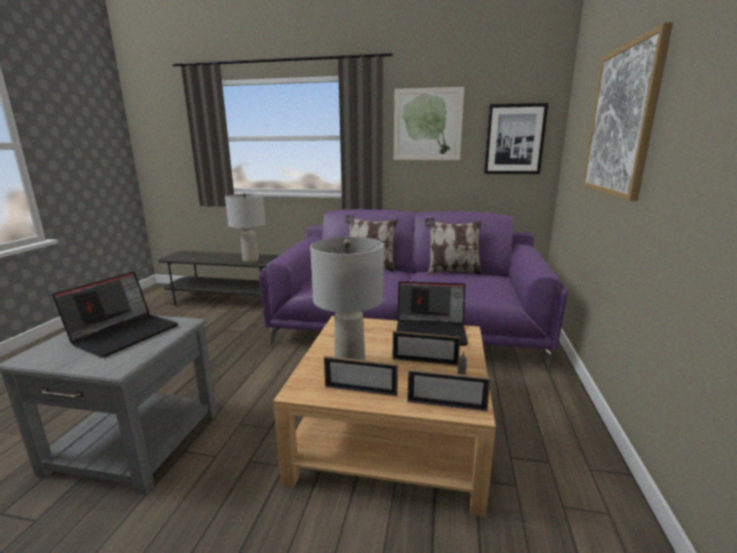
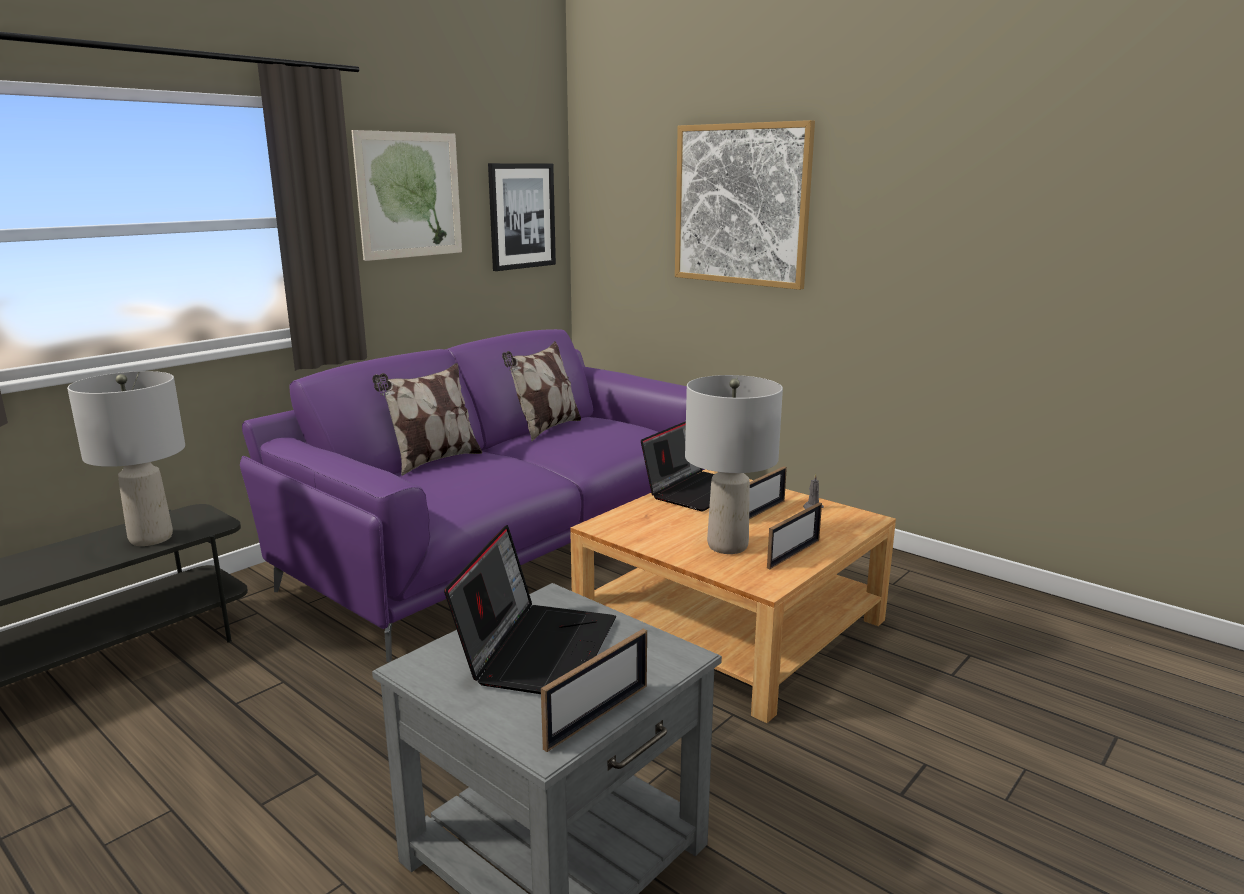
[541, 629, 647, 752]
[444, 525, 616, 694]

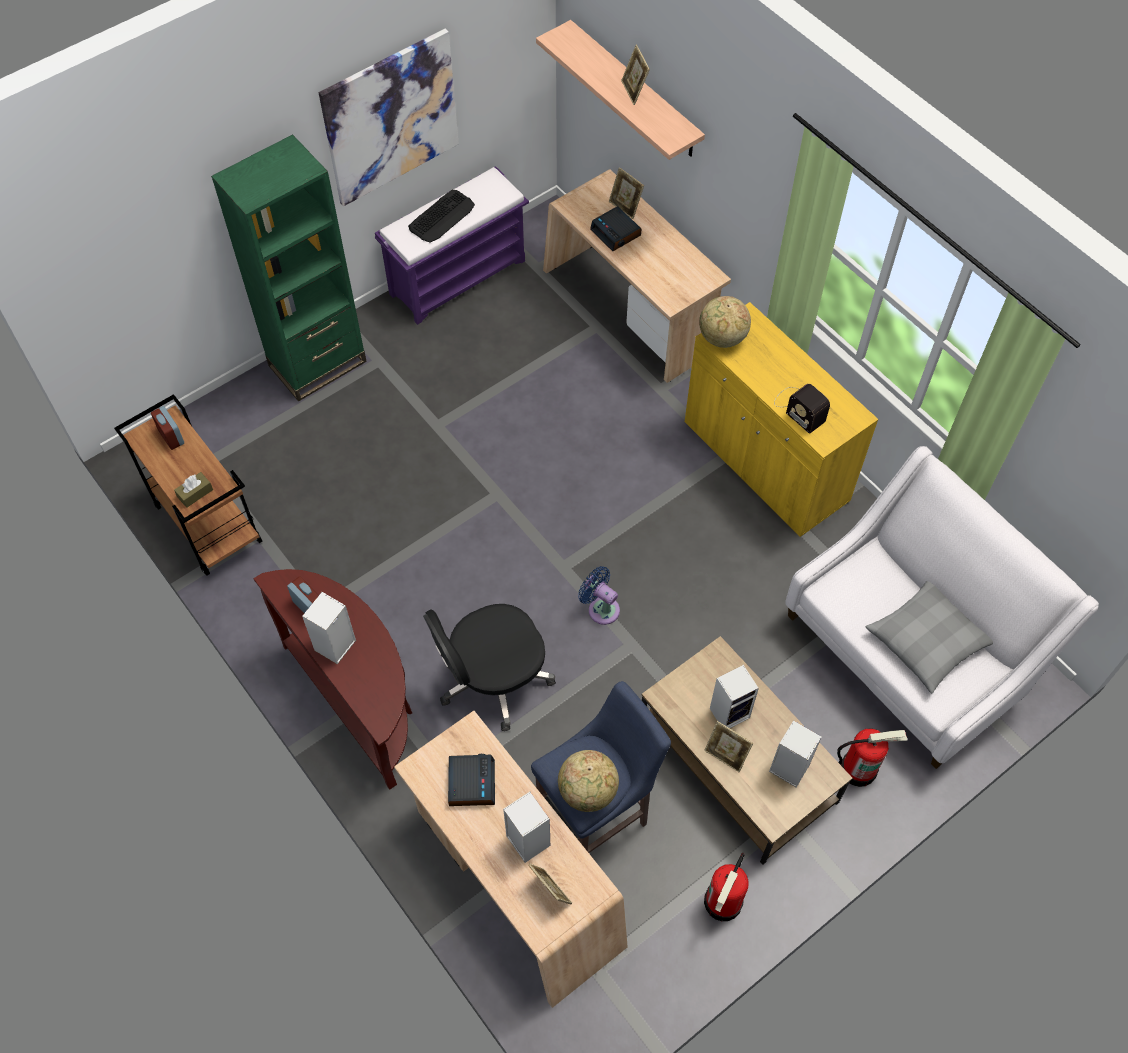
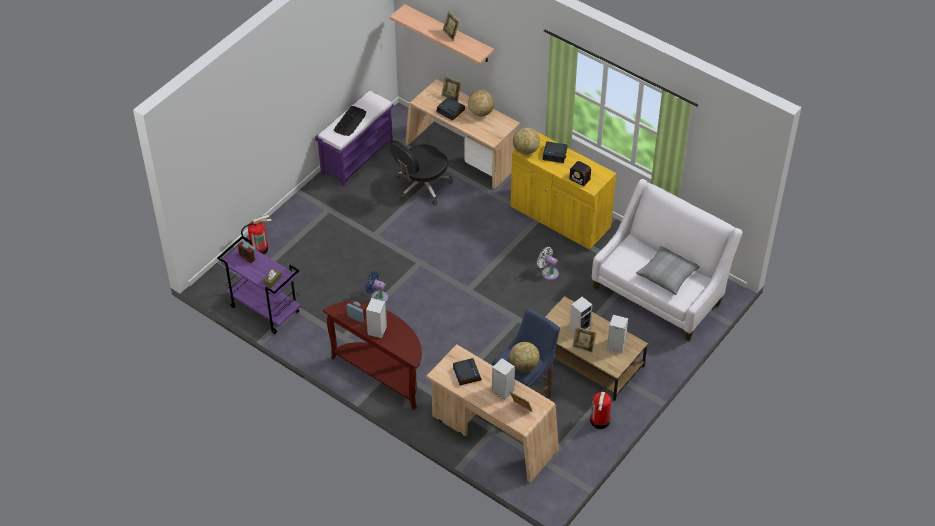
[211, 134, 367, 402] (first image)
[319, 29, 459, 206] (first image)
[468, 90, 494, 117]
[537, 247, 559, 280]
[543, 141, 568, 163]
[390, 140, 453, 205]
[365, 271, 388, 302]
[241, 215, 272, 255]
[217, 236, 301, 334]

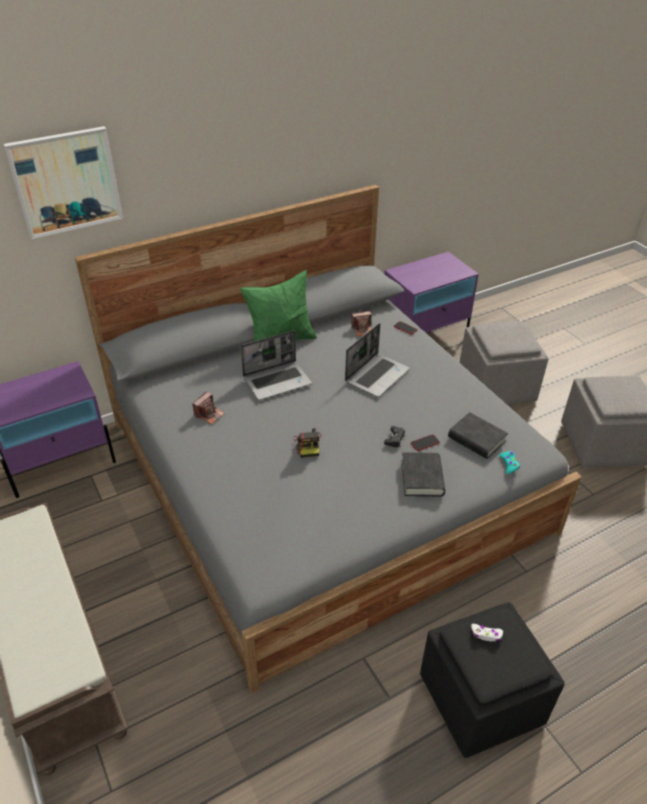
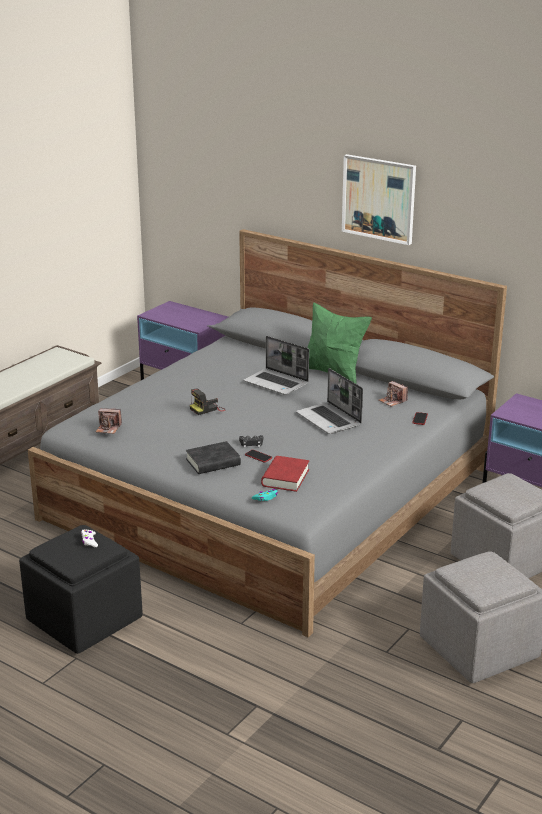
[342, 154, 416, 245]
[96, 408, 122, 434]
[261, 456, 309, 492]
[296, 368, 363, 434]

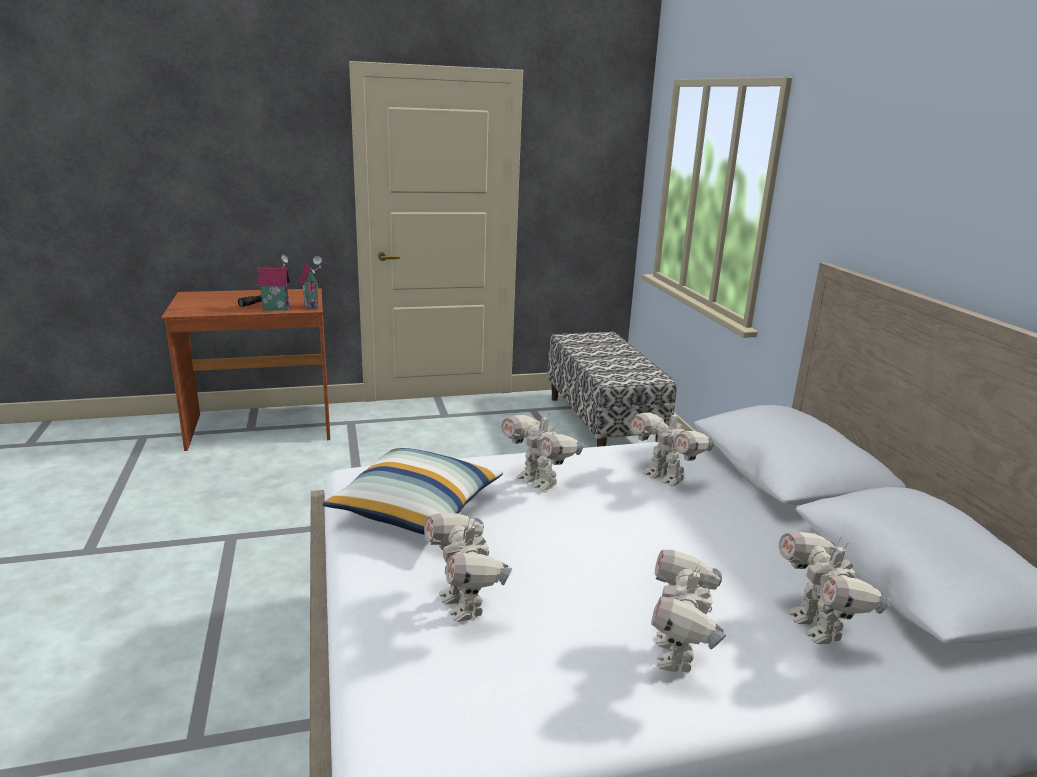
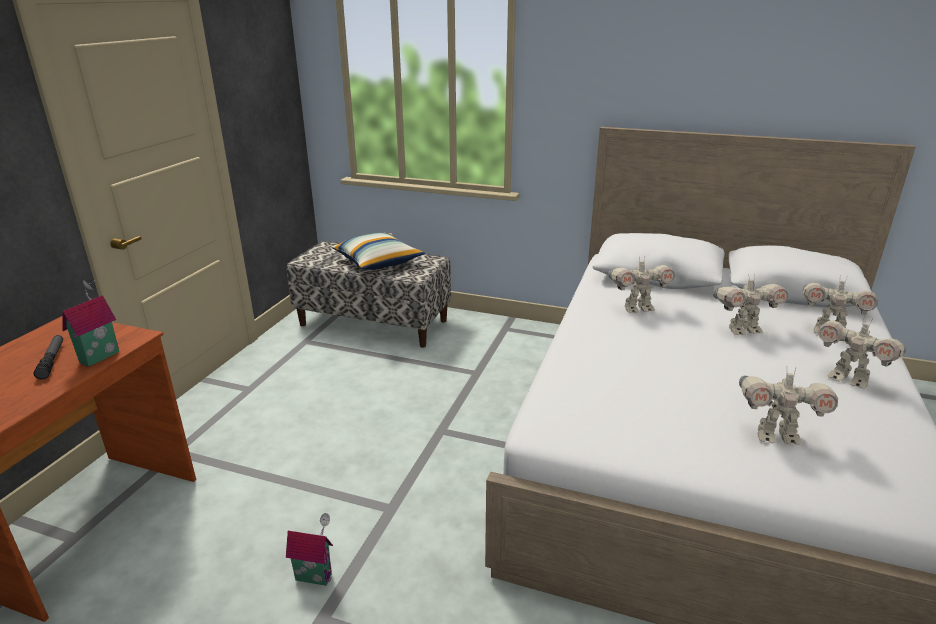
[286, 513, 333, 586]
[331, 233, 425, 270]
[713, 274, 788, 335]

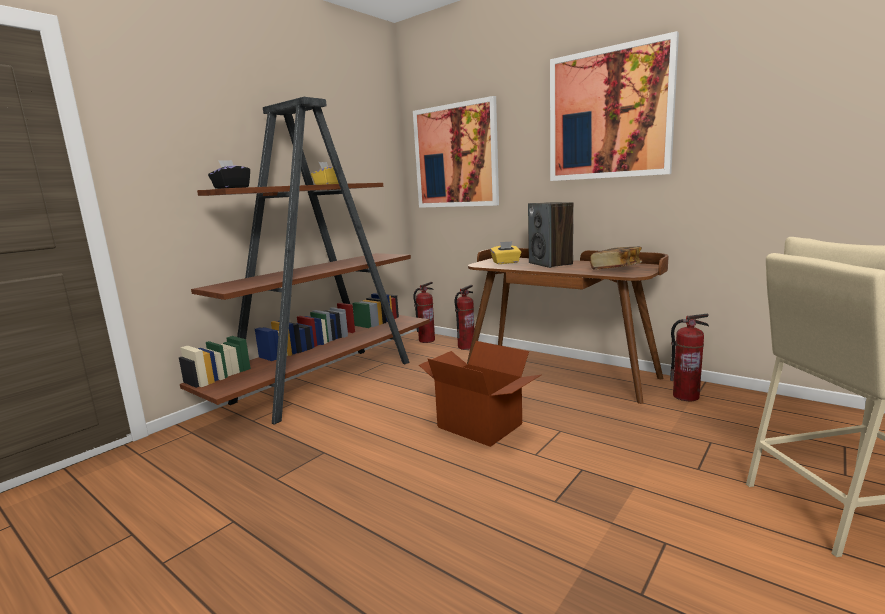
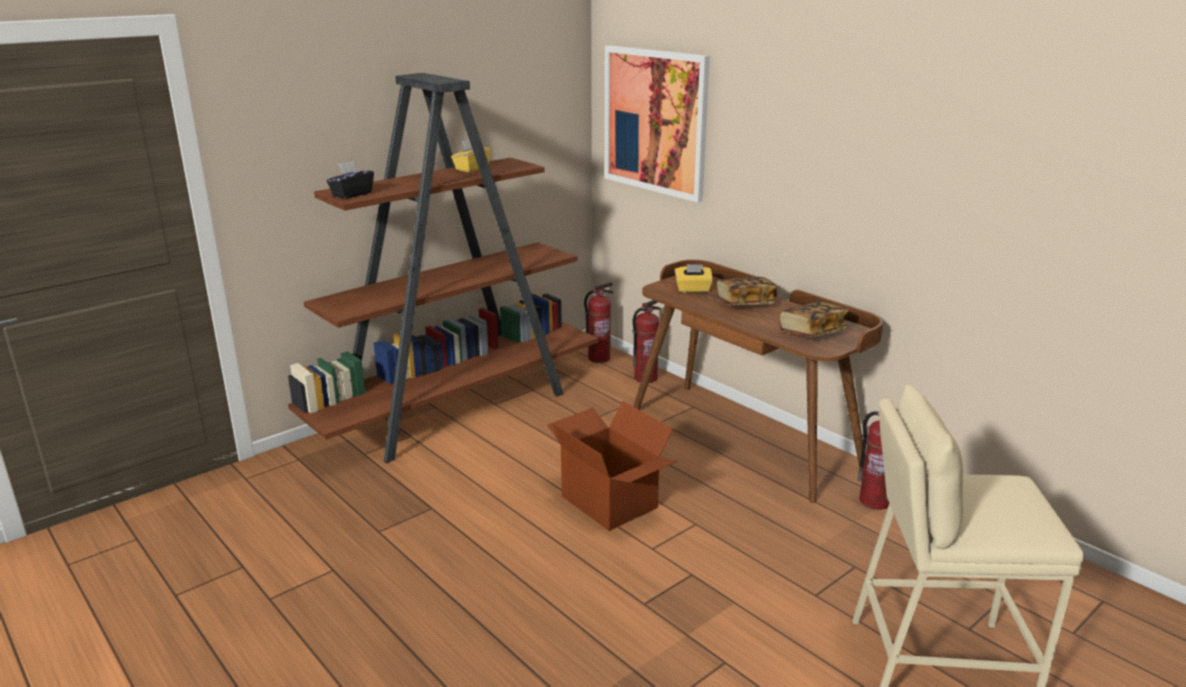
[550, 31, 679, 181] (first image)
[717, 277, 777, 305]

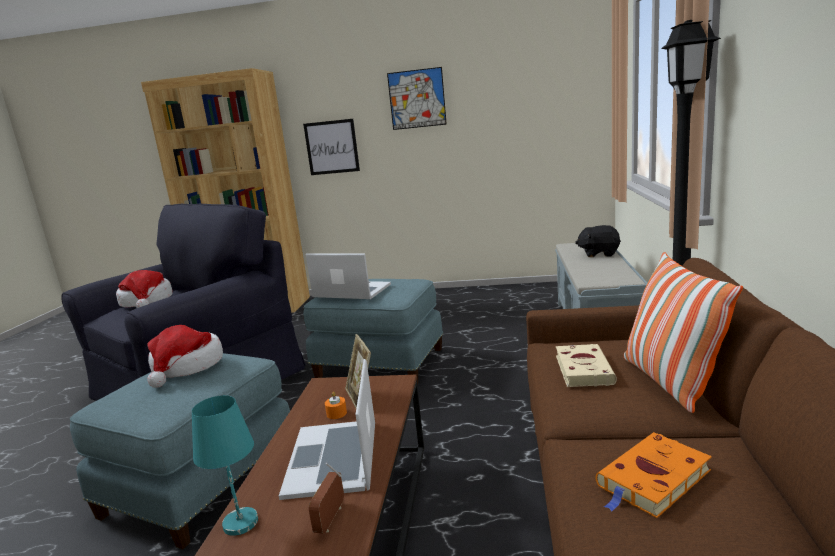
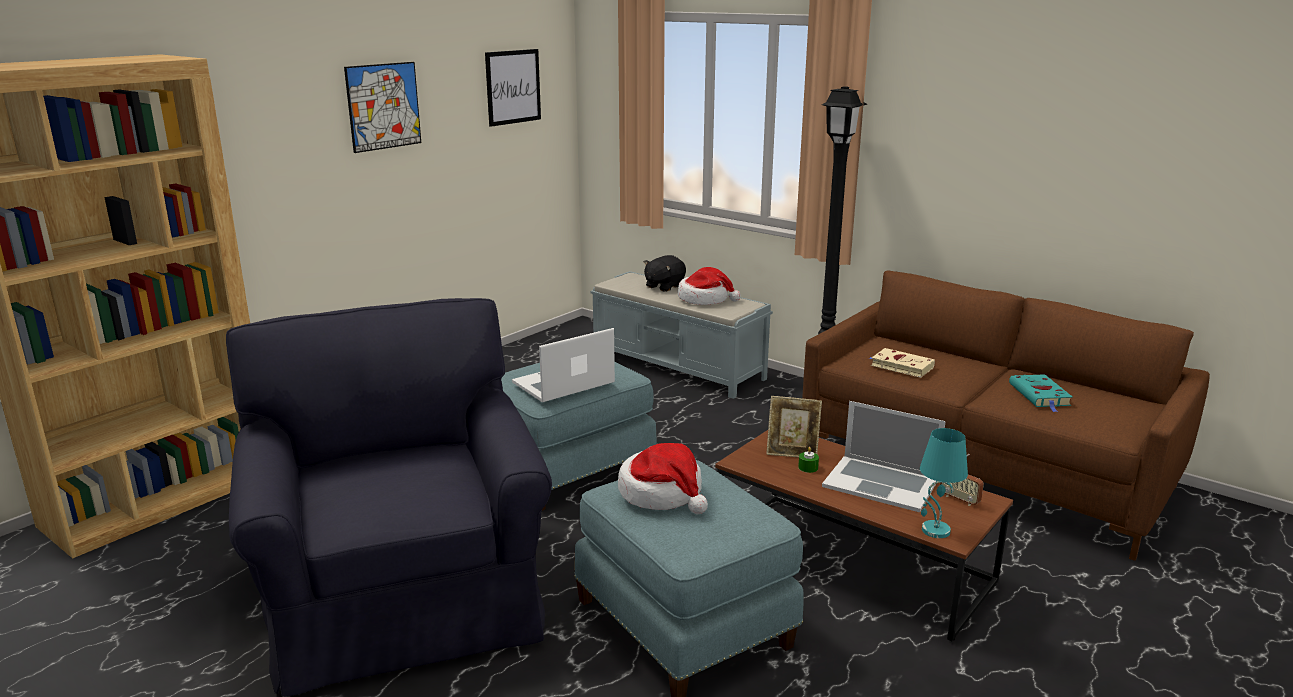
[624, 252, 743, 413] (first image)
[678, 267, 741, 305]
[485, 49, 541, 127]
[798, 447, 819, 473]
[1009, 374, 1073, 412]

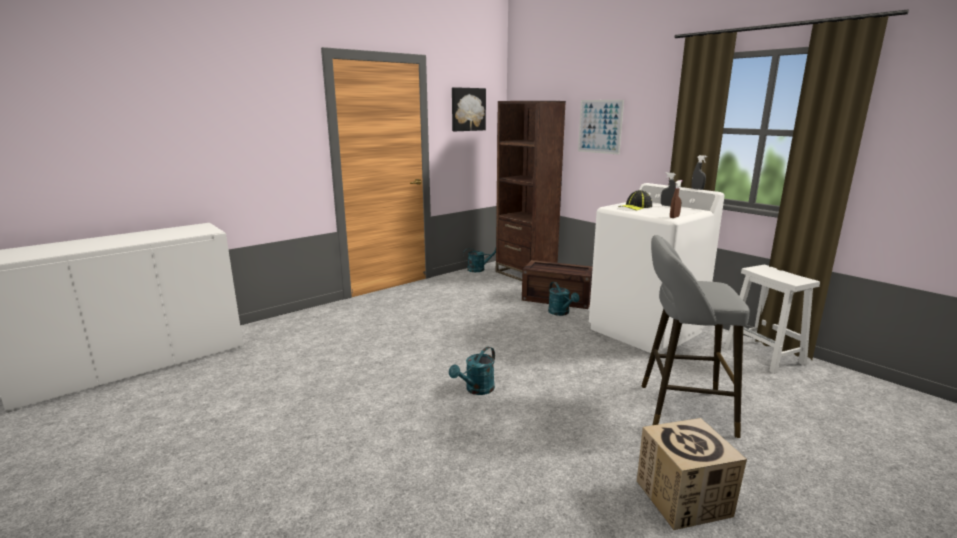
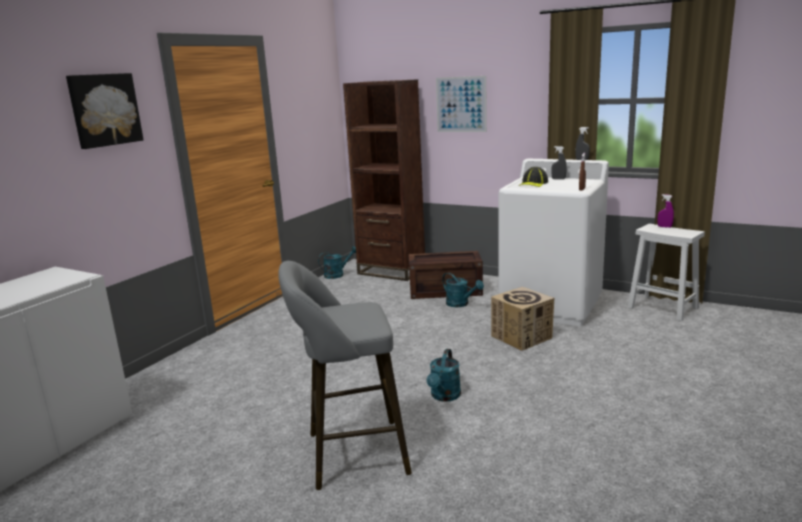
[657, 194, 674, 228]
[66, 73, 144, 149]
[491, 287, 554, 351]
[278, 261, 412, 490]

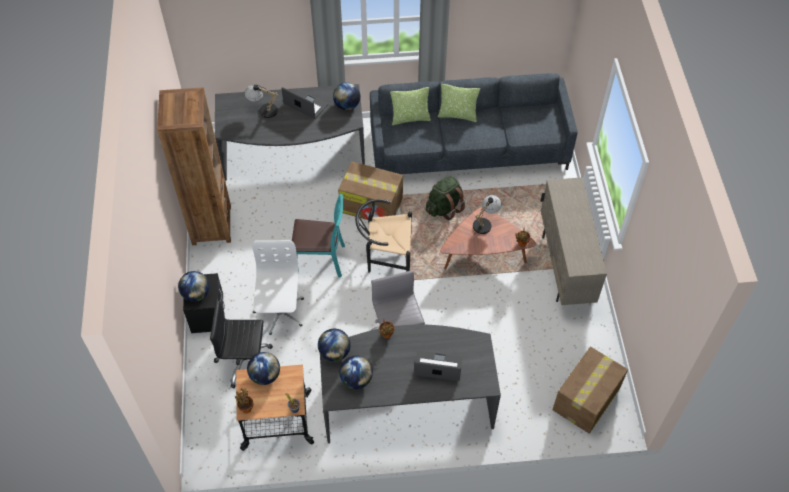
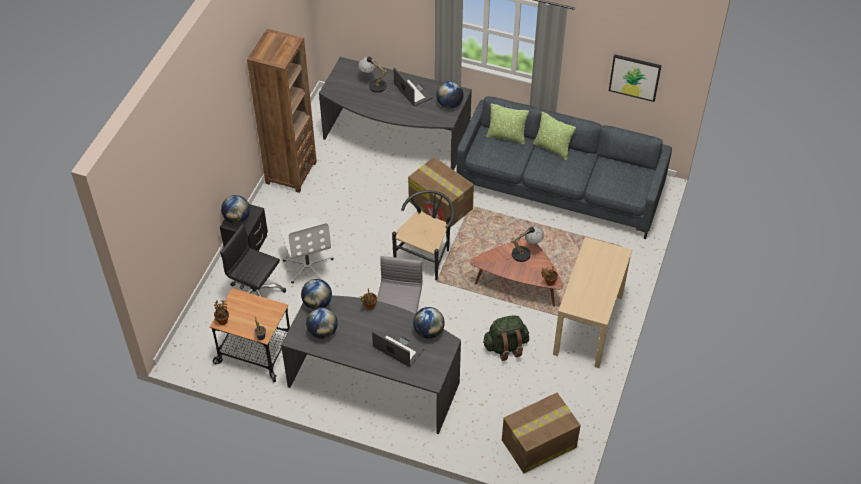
[292, 194, 345, 278] (first image)
[609, 54, 662, 102]
[413, 307, 445, 339]
[483, 315, 529, 361]
[553, 237, 632, 368]
[279, 217, 334, 284]
[392, 190, 455, 281]

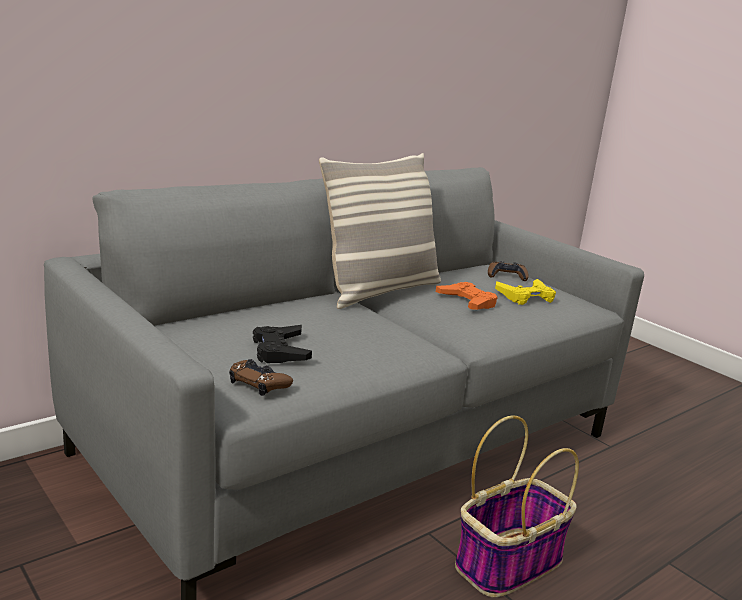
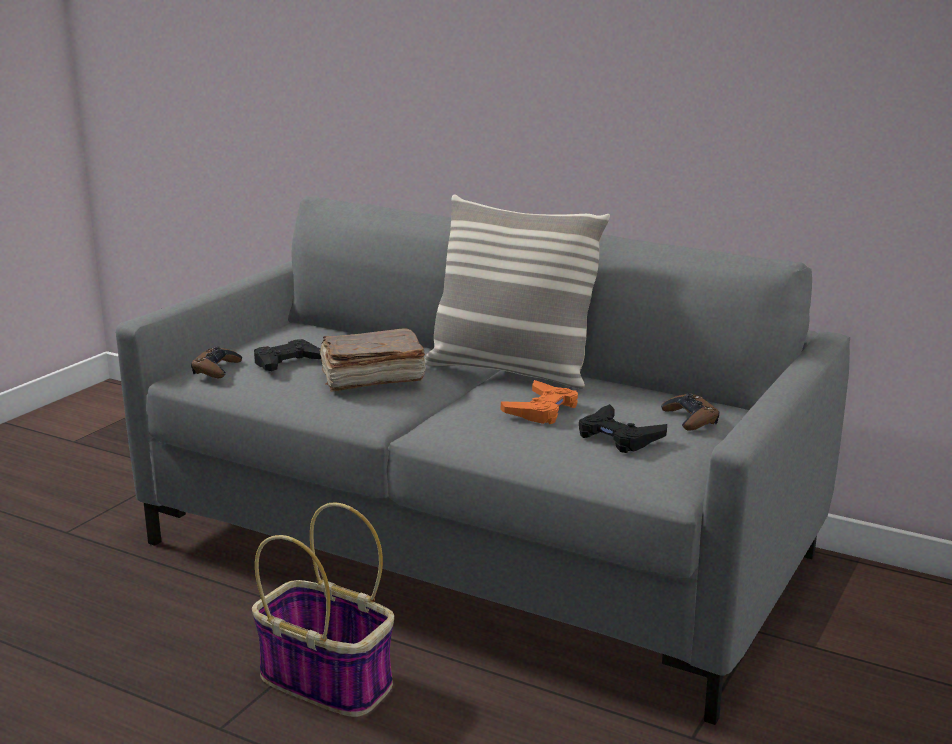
[319, 328, 426, 392]
[579, 404, 667, 453]

